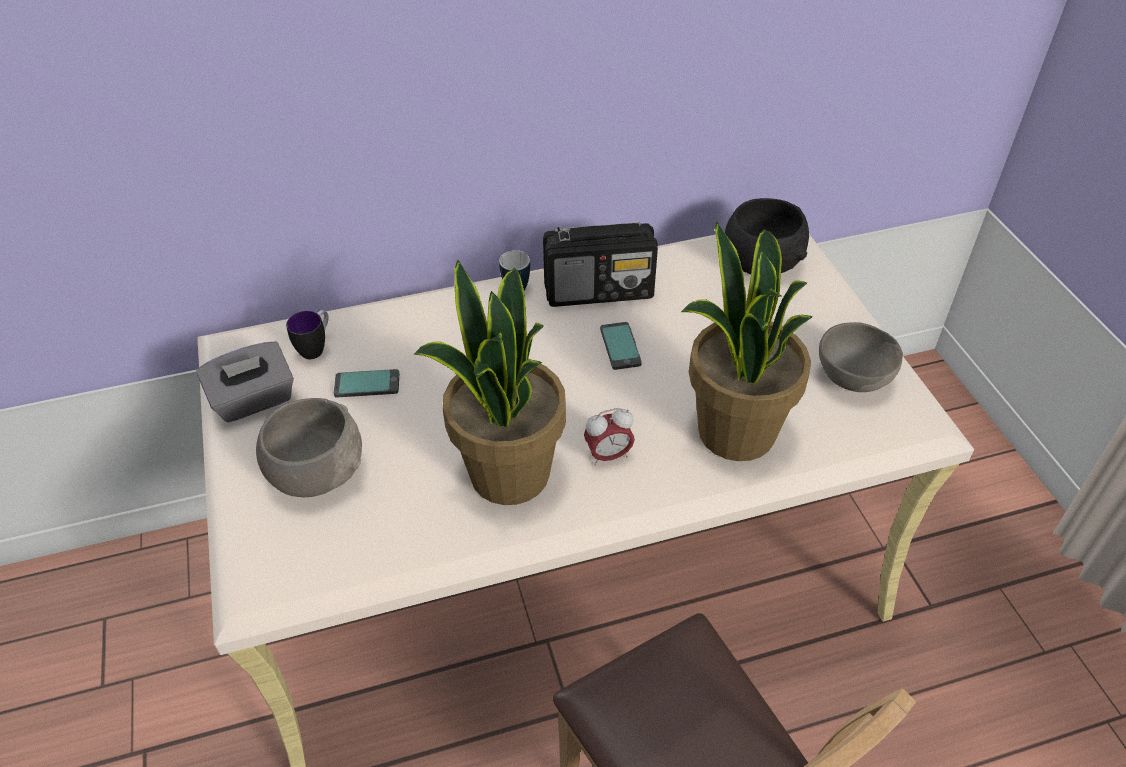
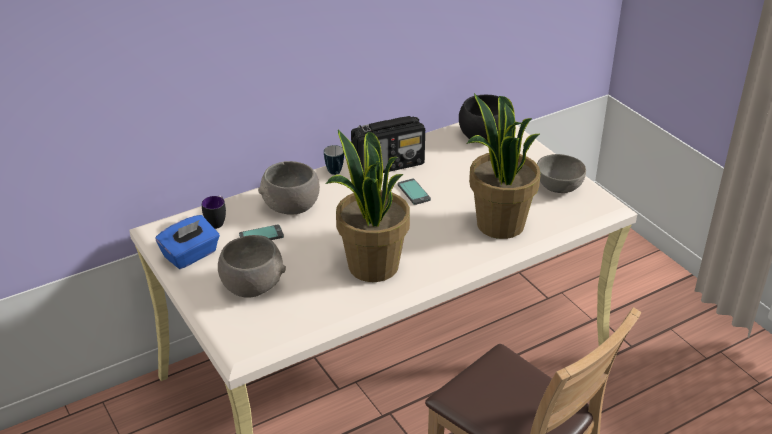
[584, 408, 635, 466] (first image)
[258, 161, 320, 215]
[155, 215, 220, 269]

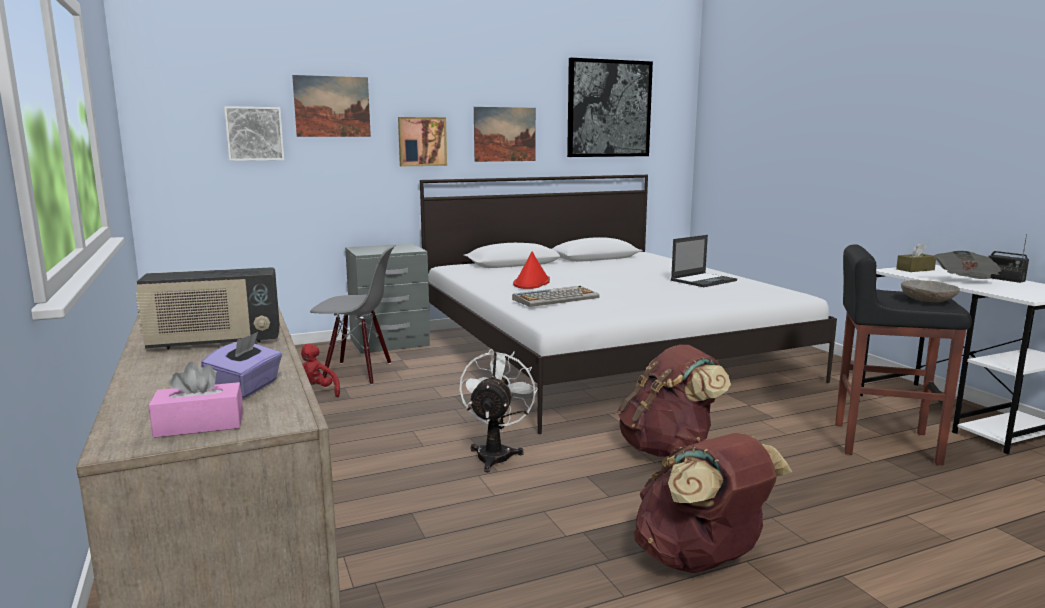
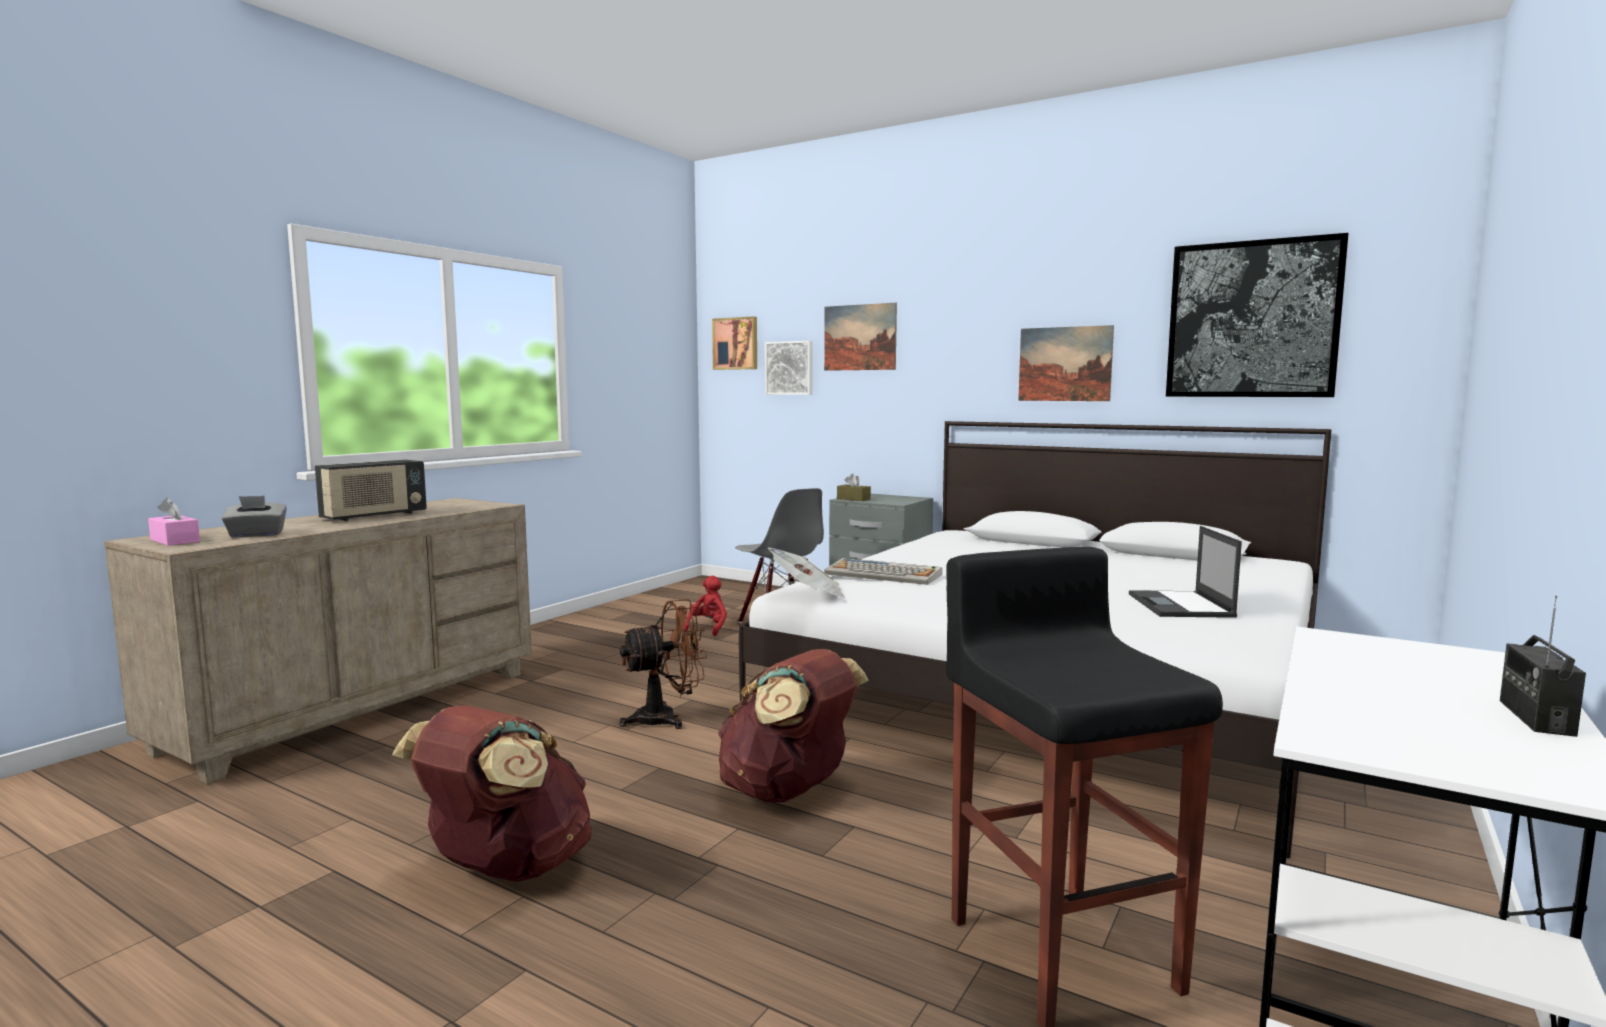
[513, 251, 550, 289] (first image)
[901, 280, 960, 302] (first image)
[712, 317, 757, 370]
[837, 474, 871, 501]
[768, 548, 845, 598]
[222, 496, 287, 538]
[619, 599, 707, 729]
[315, 460, 427, 521]
[1129, 526, 1242, 618]

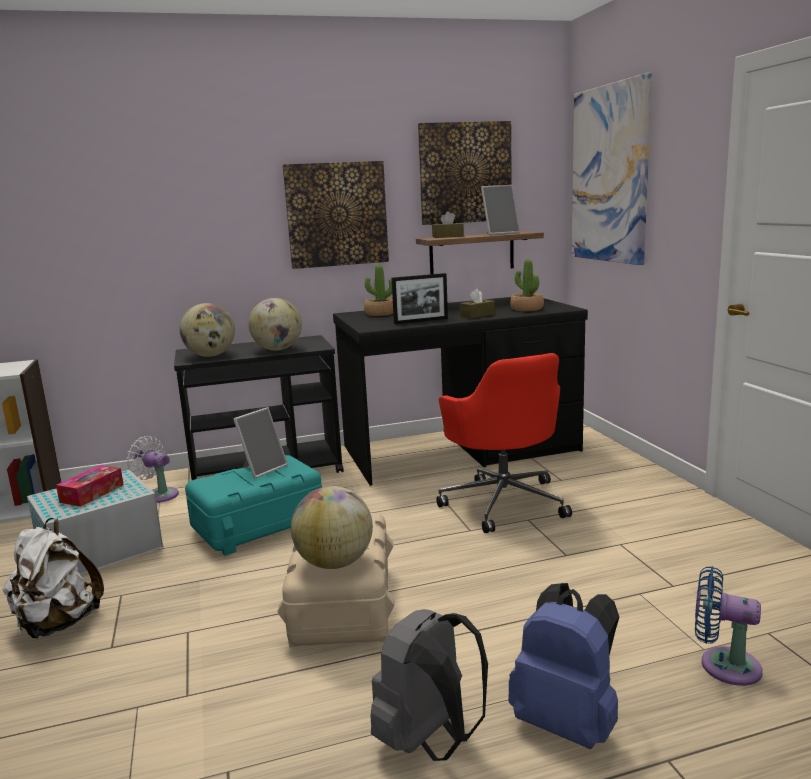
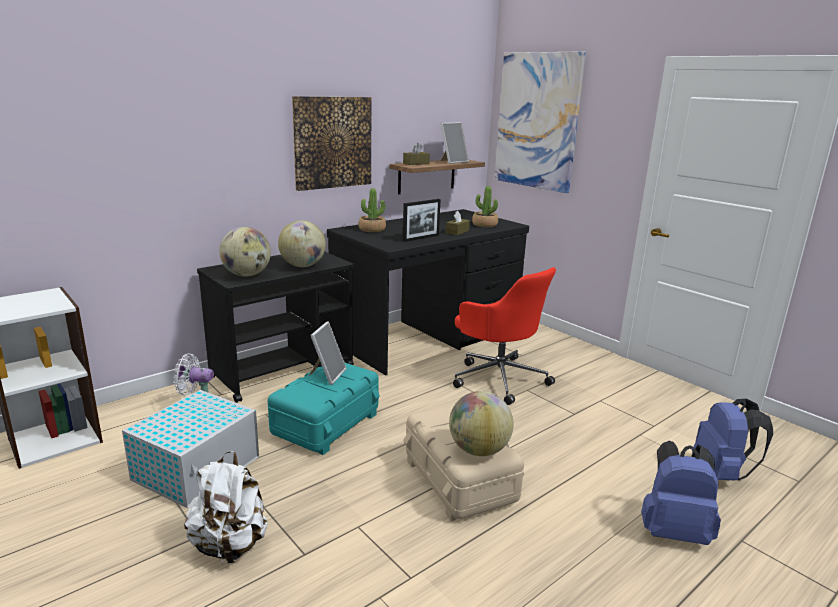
[56, 465, 124, 507] (first image)
[370, 609, 488, 761] (first image)
[418, 121, 512, 225] (first image)
[692, 398, 773, 480]

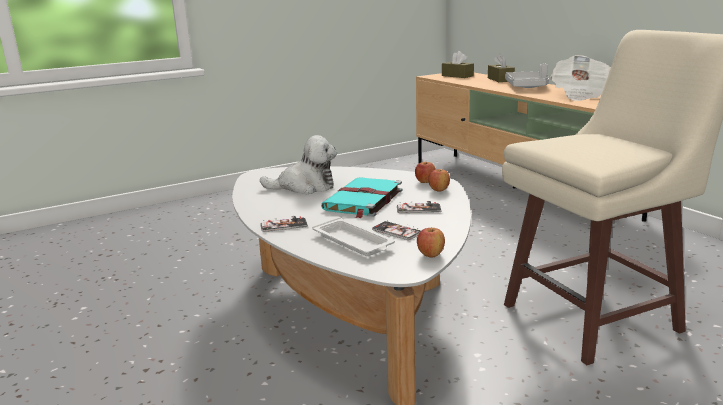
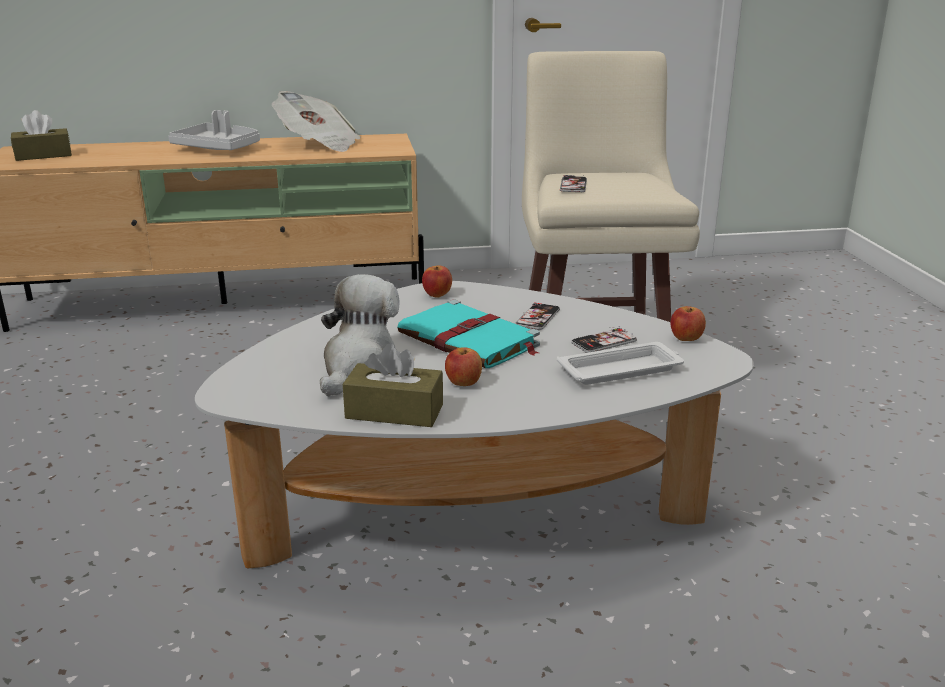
[560, 175, 587, 192]
[445, 347, 482, 386]
[343, 343, 443, 427]

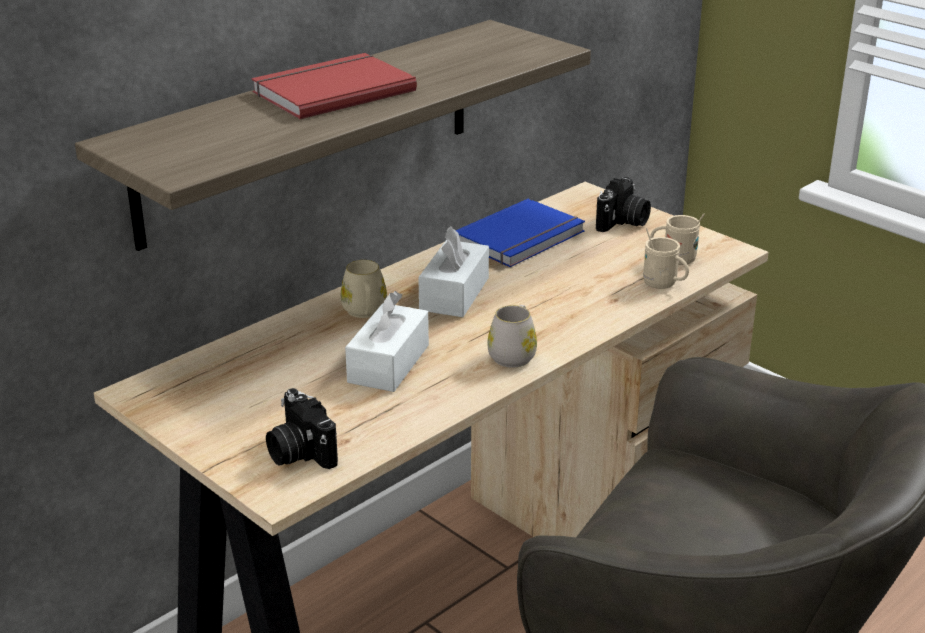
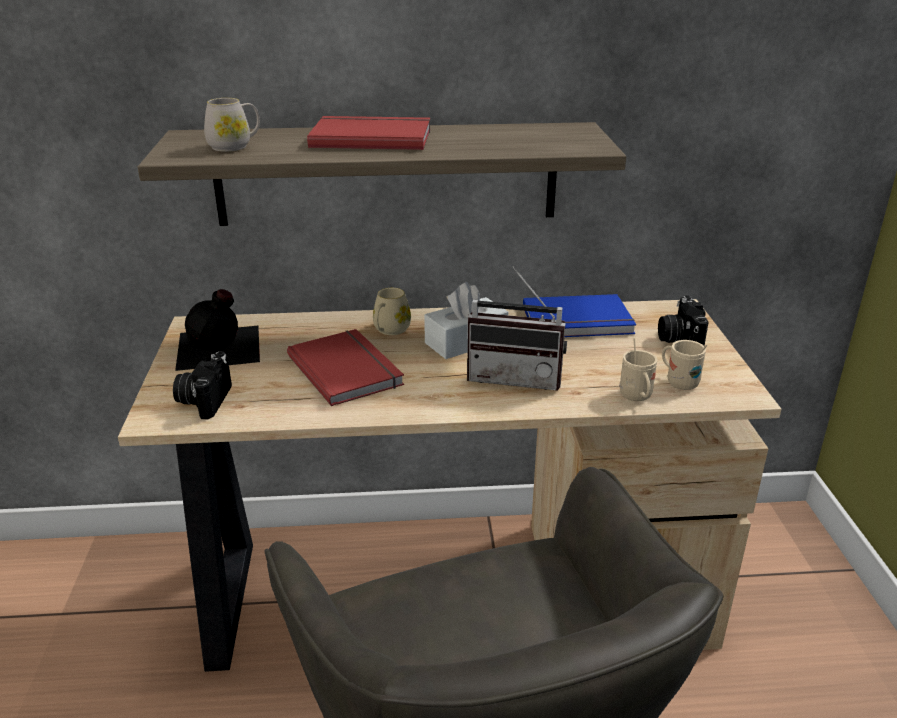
[175, 289, 260, 371]
[467, 266, 567, 391]
[204, 98, 260, 152]
[287, 329, 404, 406]
[658, 295, 709, 346]

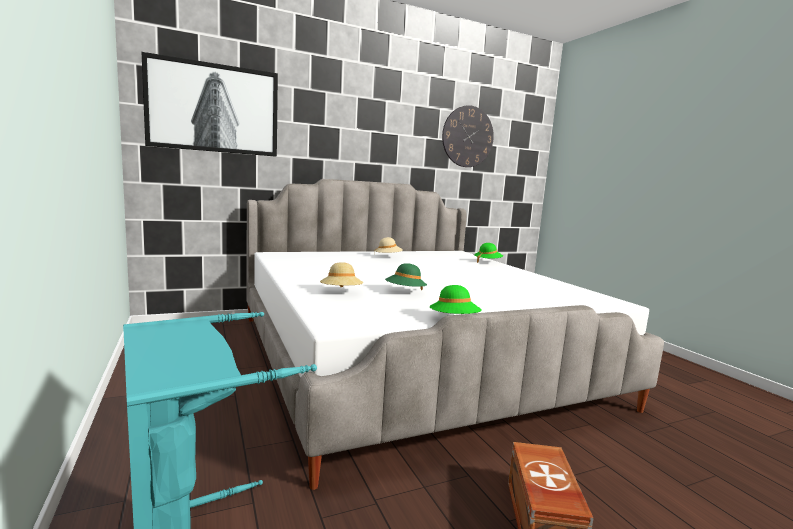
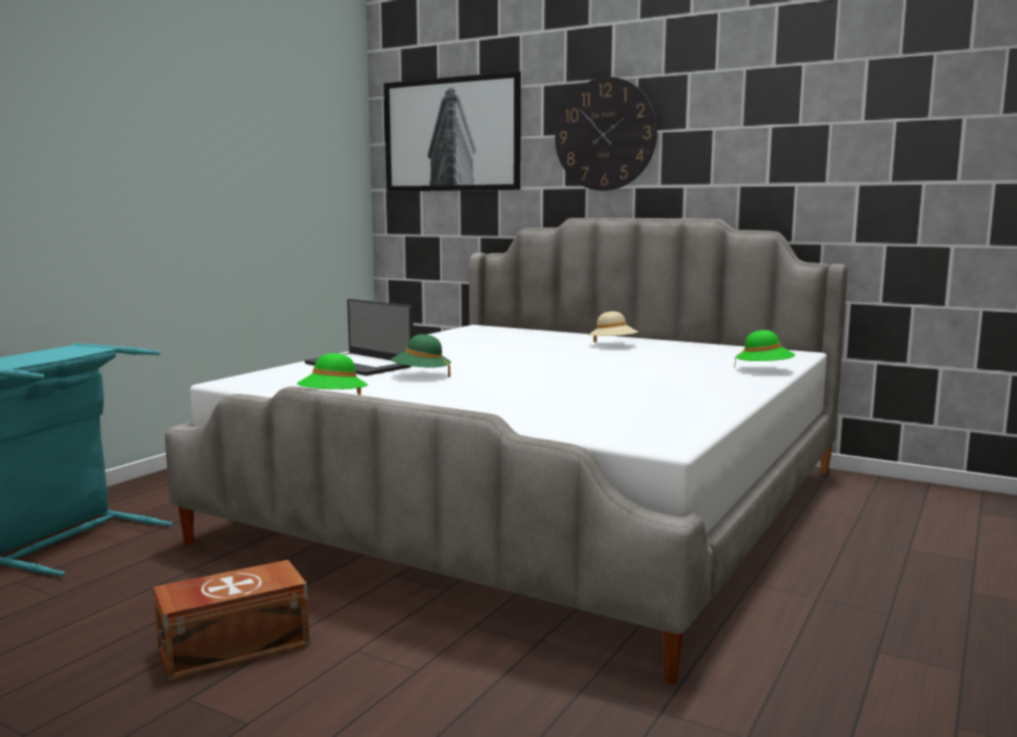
[555, 77, 657, 191]
[304, 299, 413, 376]

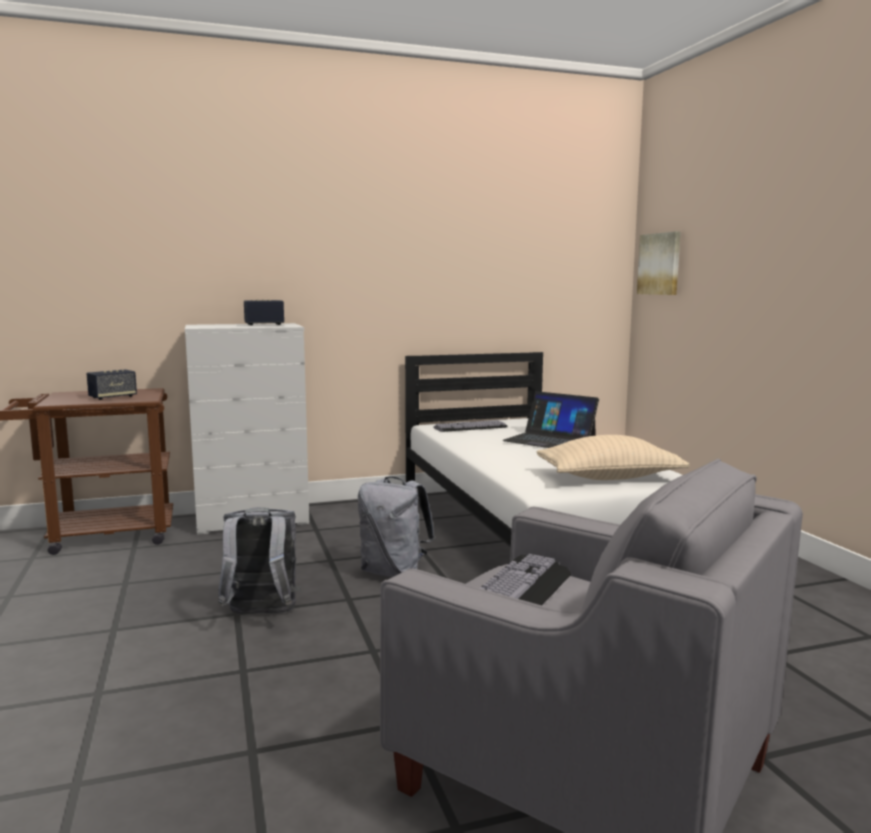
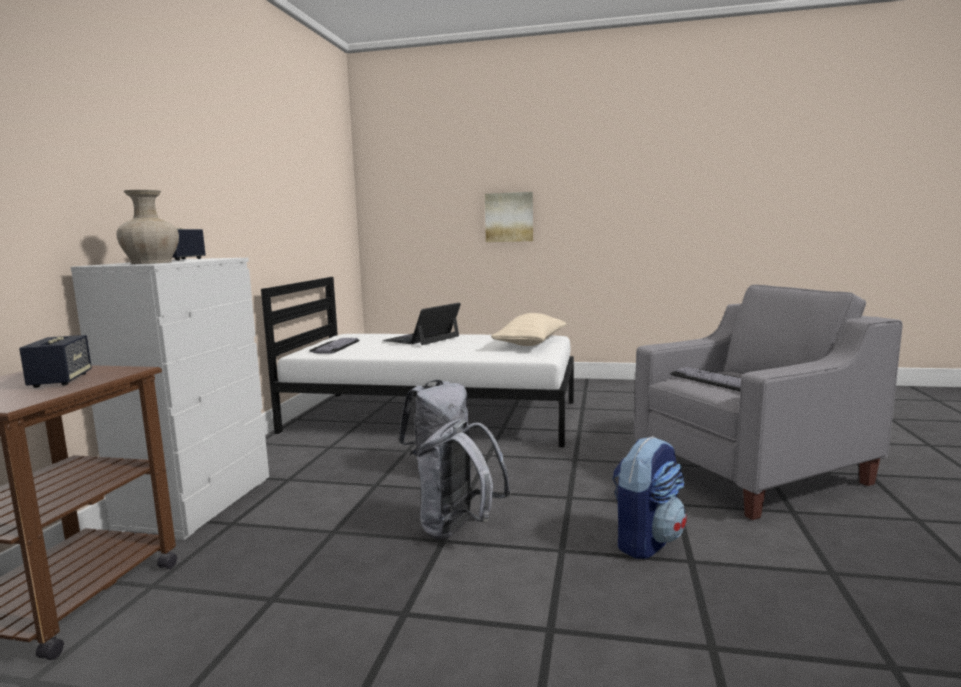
[116, 190, 179, 264]
[612, 436, 686, 559]
[485, 192, 533, 242]
[383, 303, 461, 345]

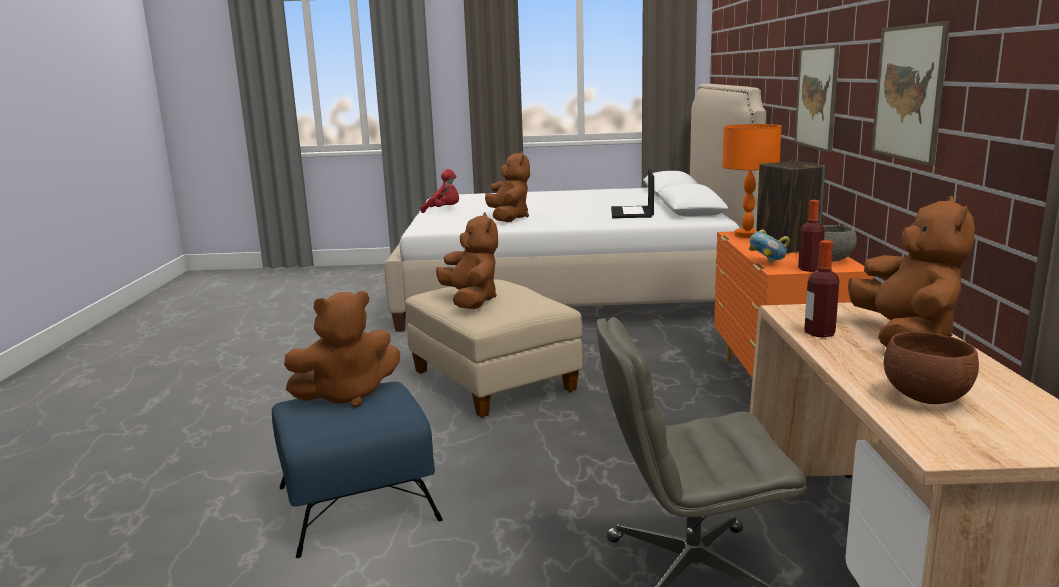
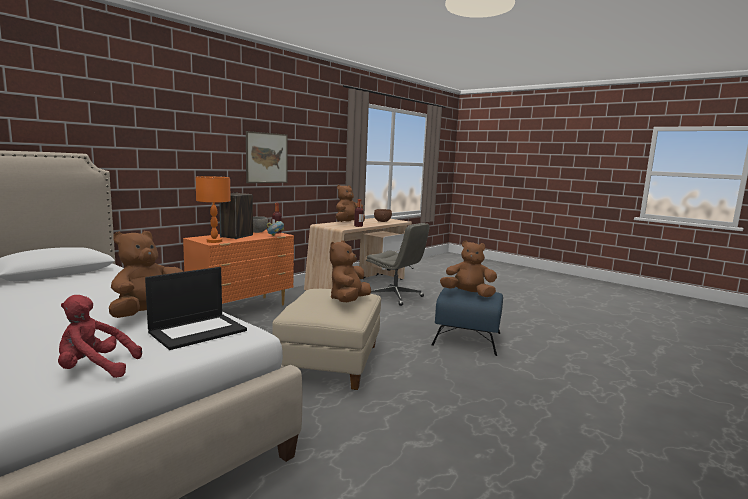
[794, 45, 839, 153] (first image)
[145, 267, 247, 350]
[58, 295, 142, 378]

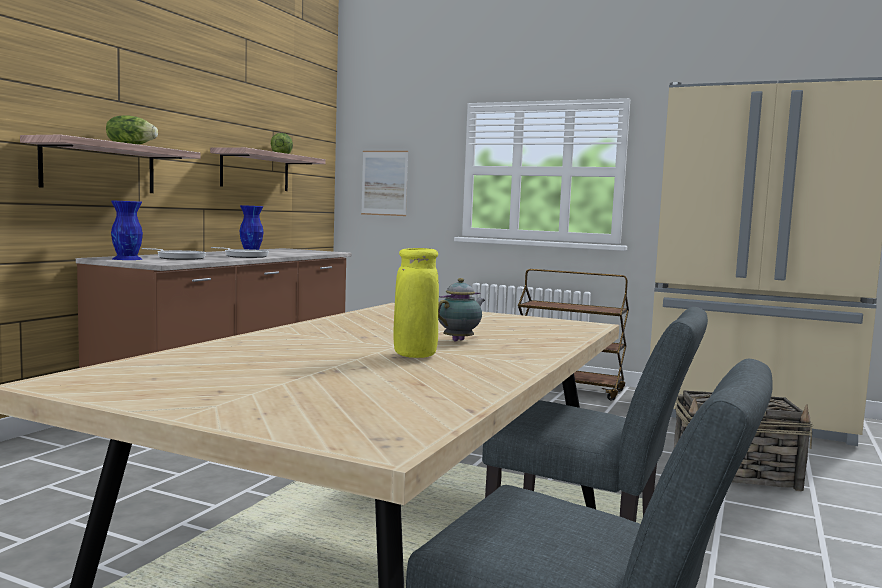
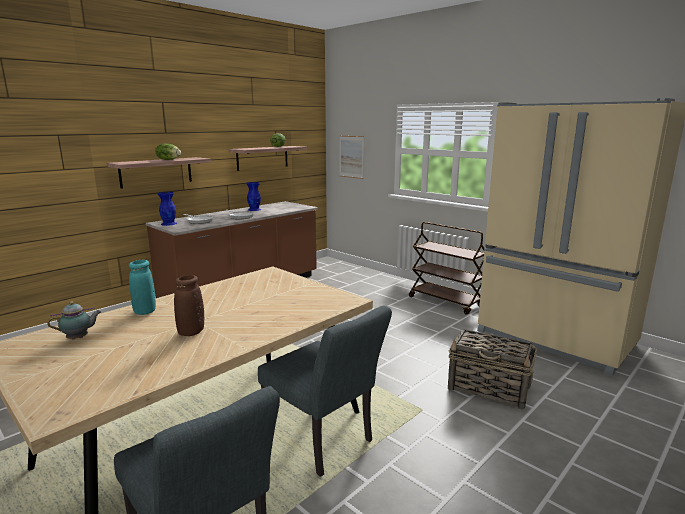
[129, 260, 156, 315]
[47, 301, 101, 340]
[174, 275, 204, 336]

